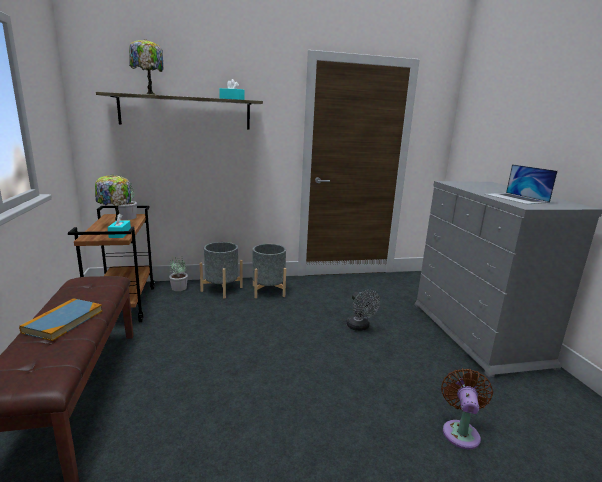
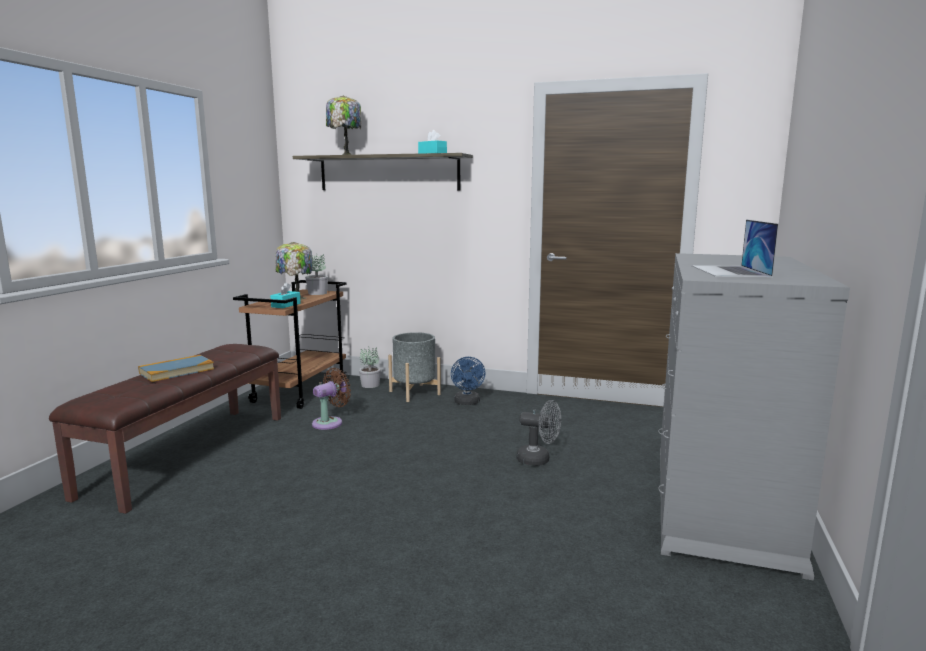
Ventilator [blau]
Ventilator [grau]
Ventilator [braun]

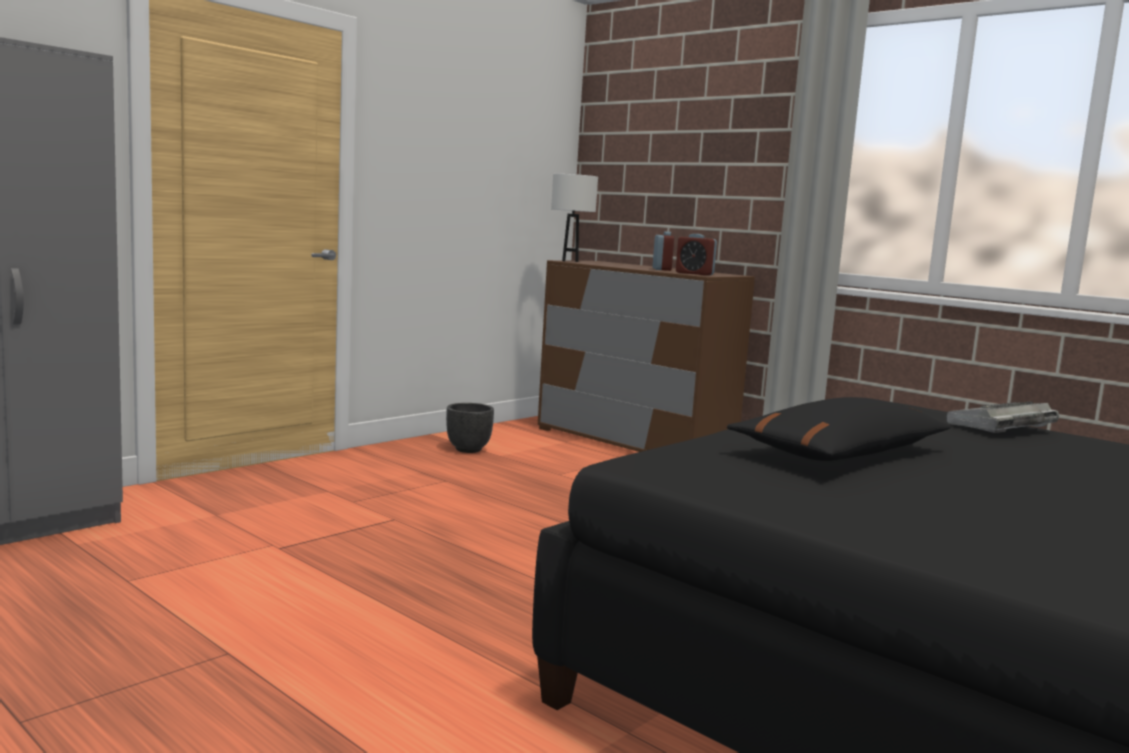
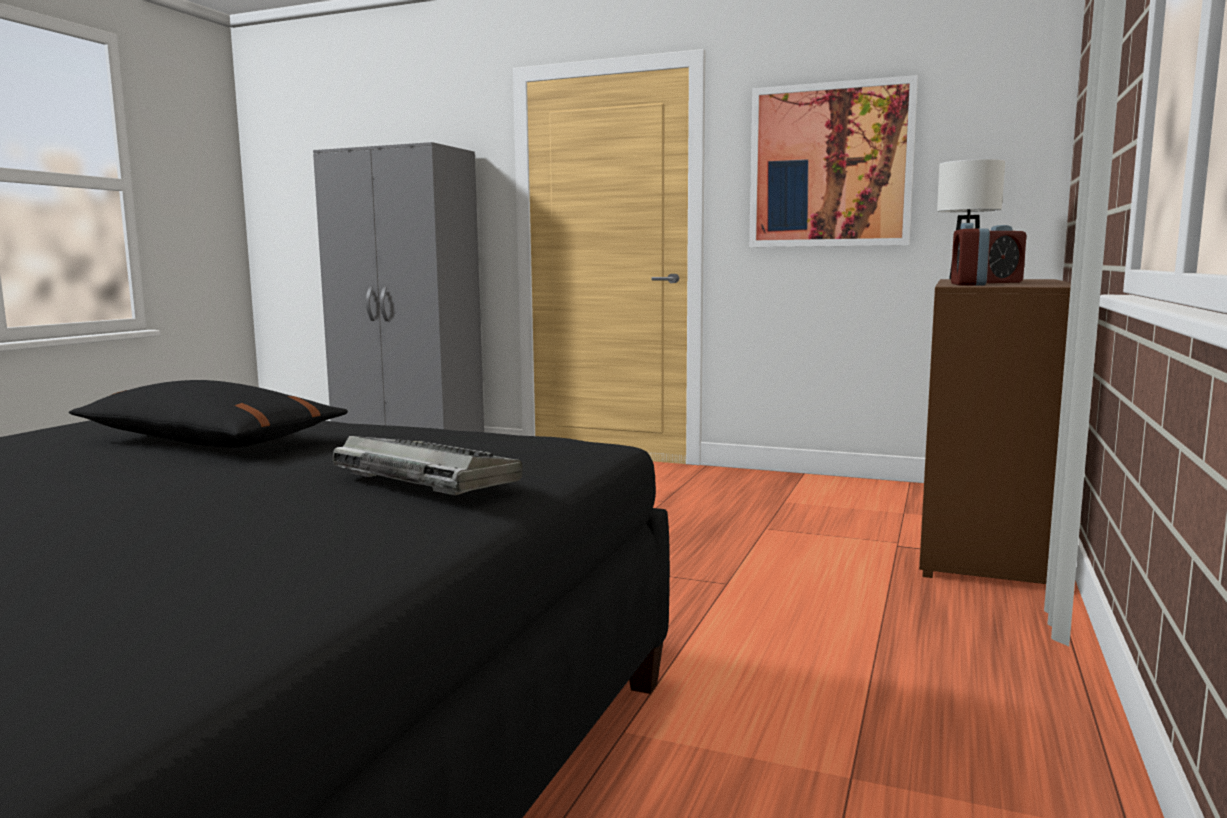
Pflanzkübel [schwarz]
Bild

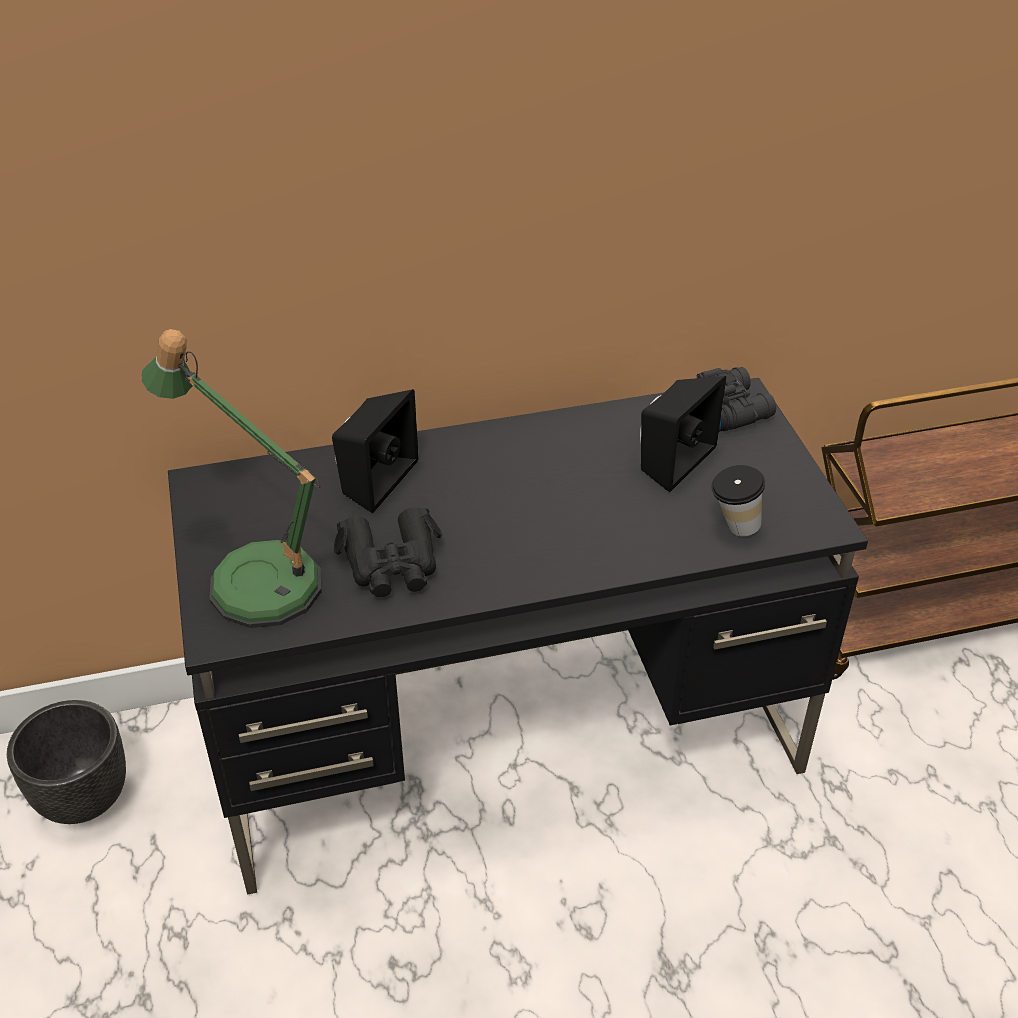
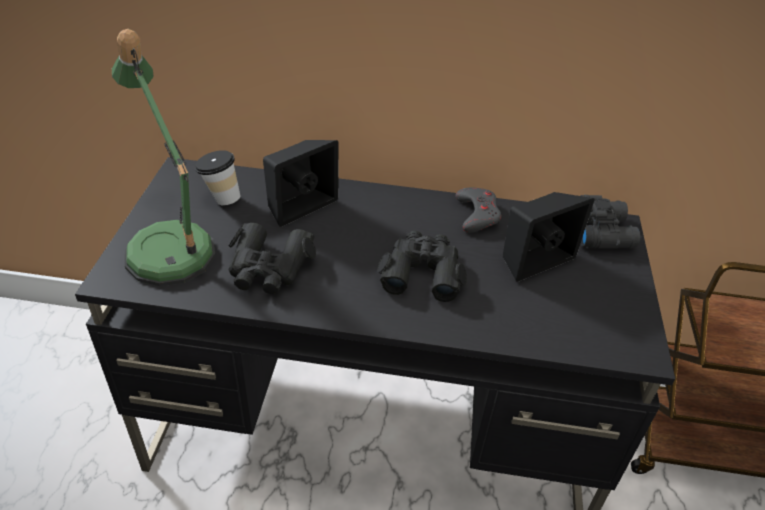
Tasse
Pflanzkübel [schwarz]
Gamepad [grau]
Fernglas [schwarz] (2nd from left)

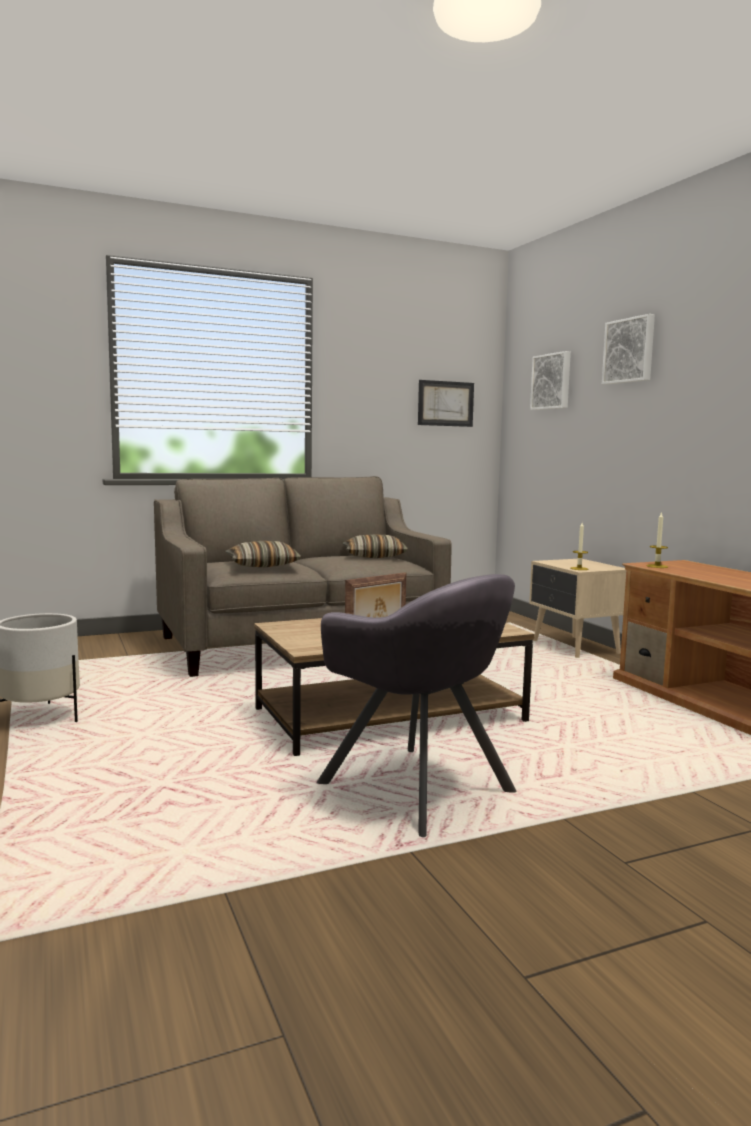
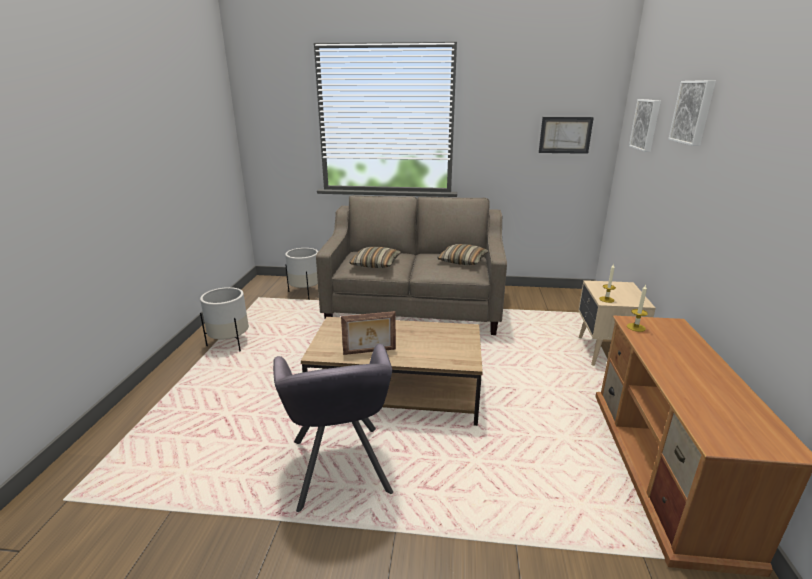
Pflanzkübel [weiß] (2nd from left)

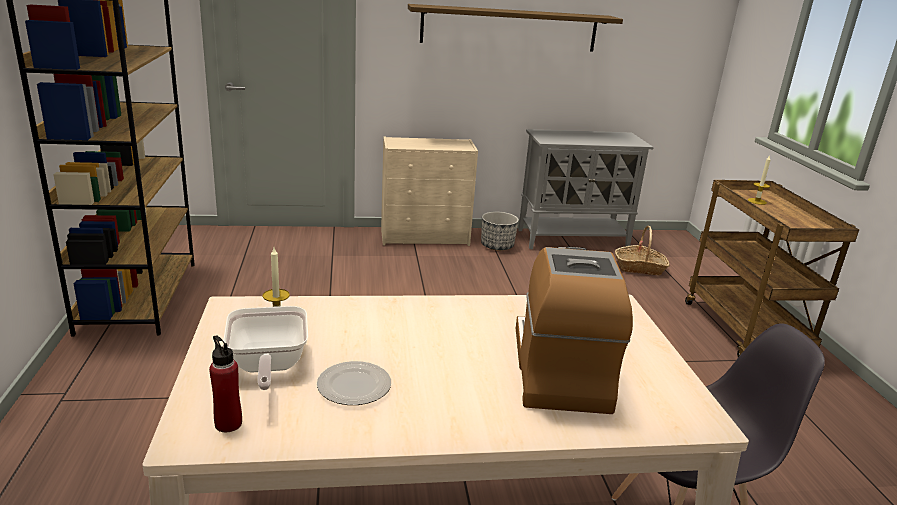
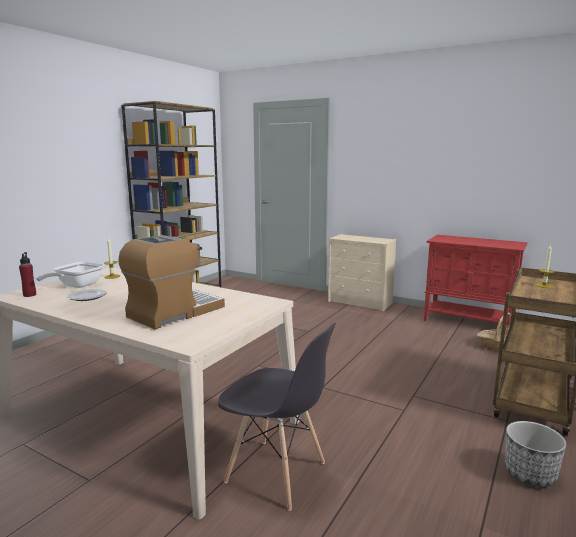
Wandregal
Schrank [rot]
Pflanzkübel

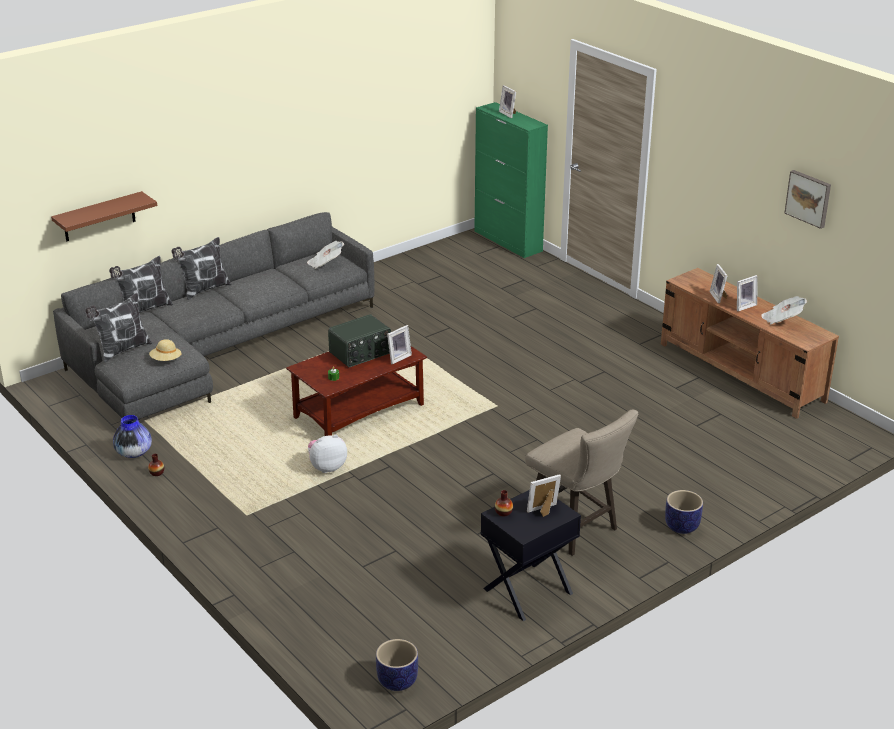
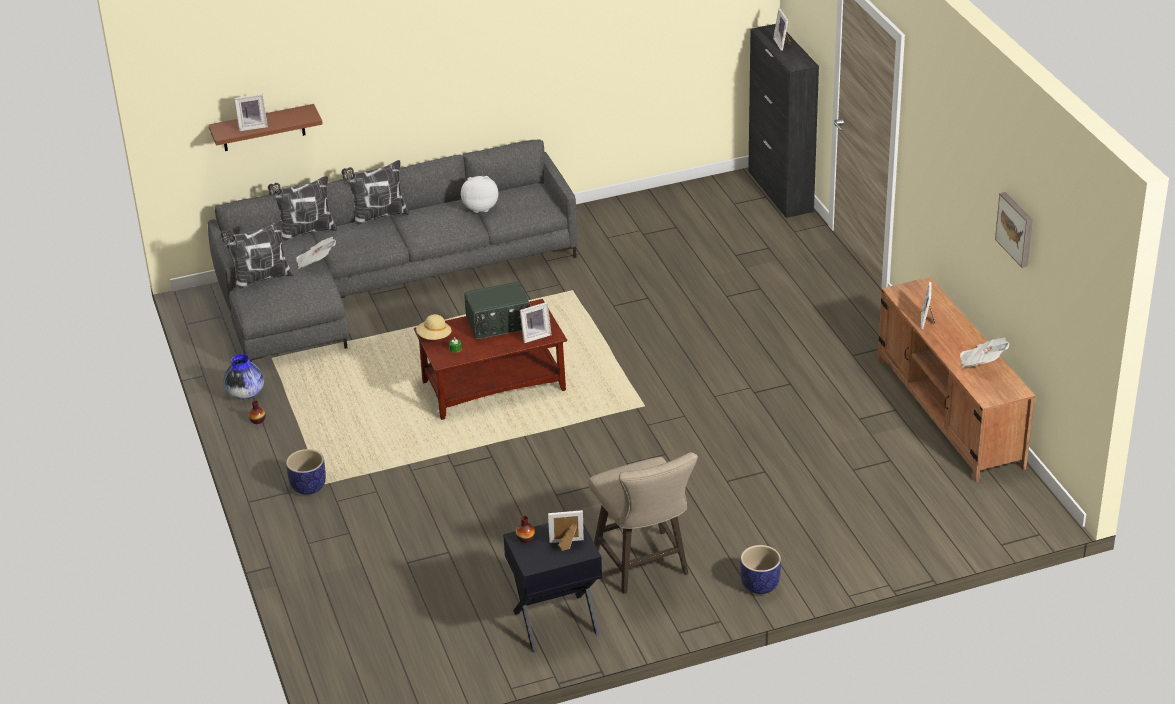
Schrank [schwarz]
Zeitung (1st from left)
Bilderrahmen (1st from left)
Hut [beige]
Plüschtier
Pflanzkübel (1st from left)

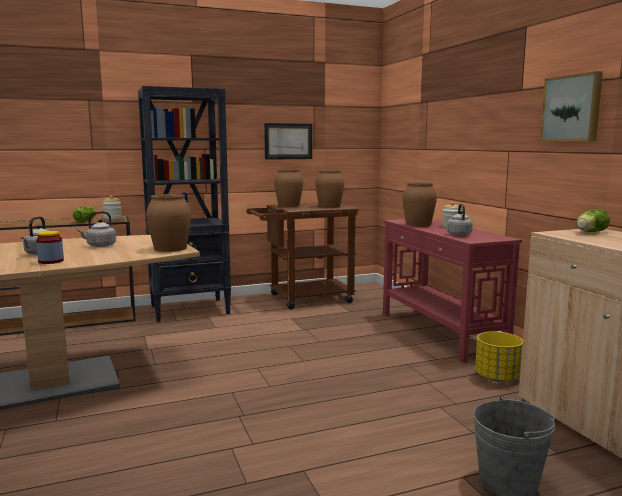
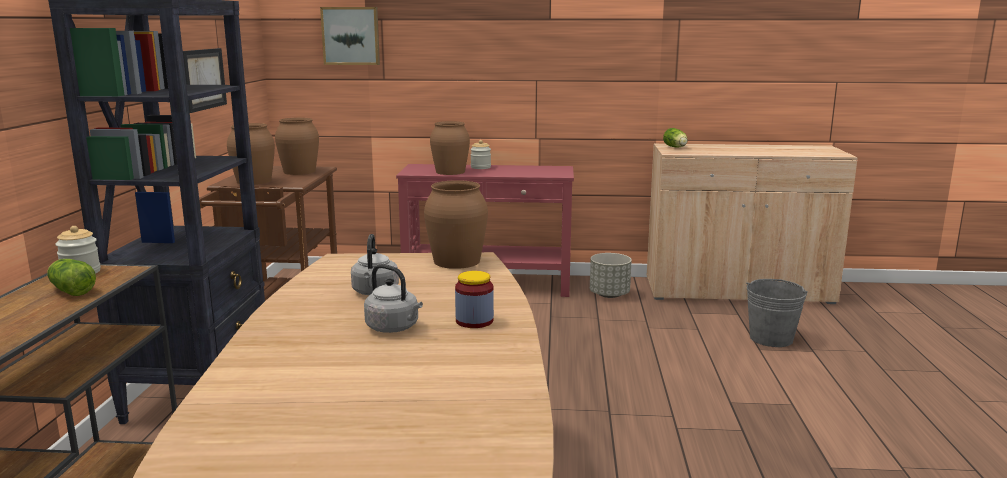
Bild (2nd from left)
Wasserkessel [grau] (3rd from left in the first image)
Pflanzkübel [grau]

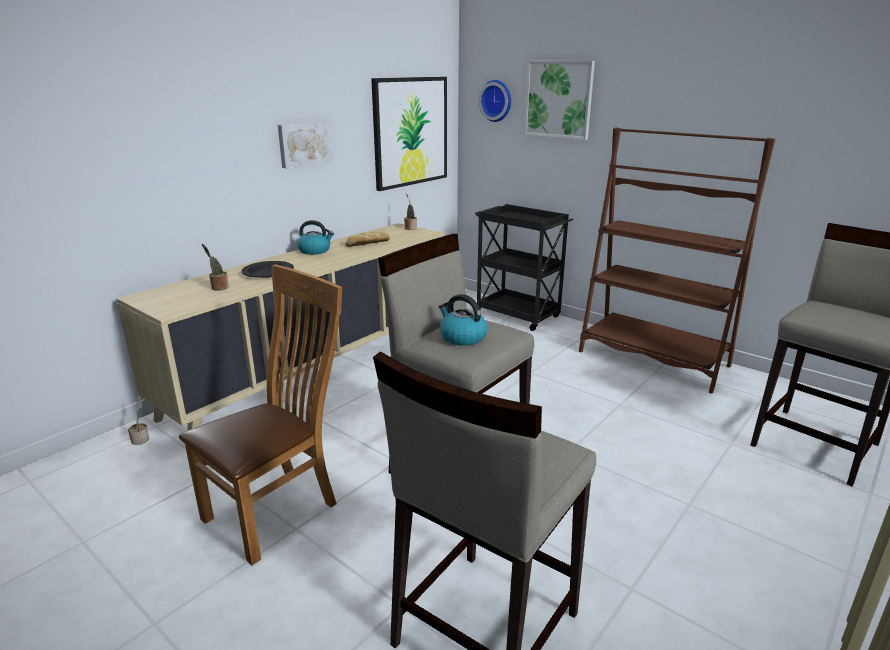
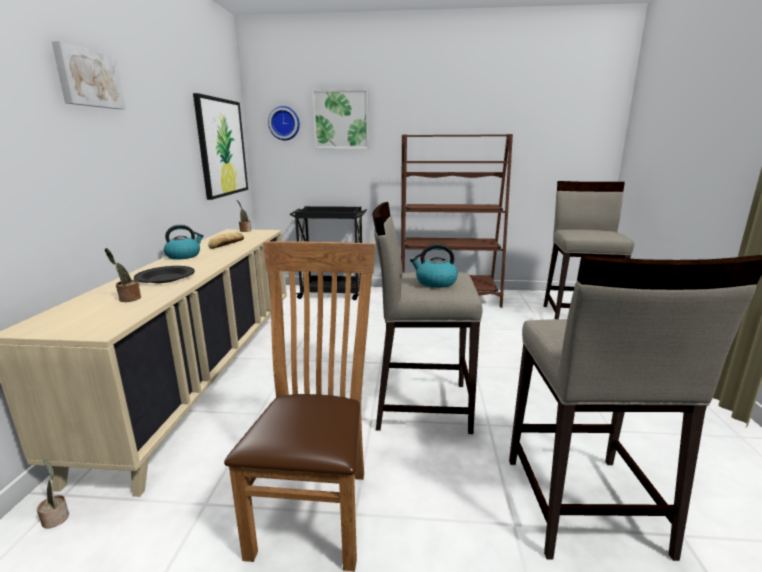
Bild (1st from left)

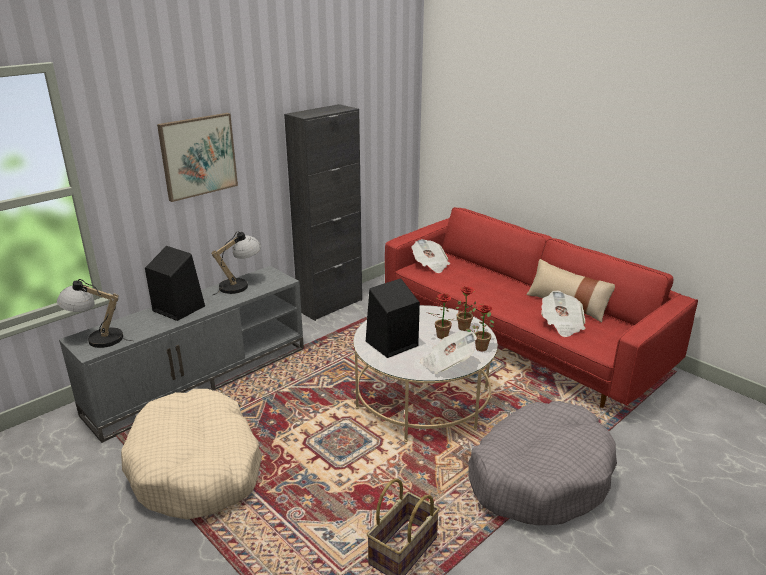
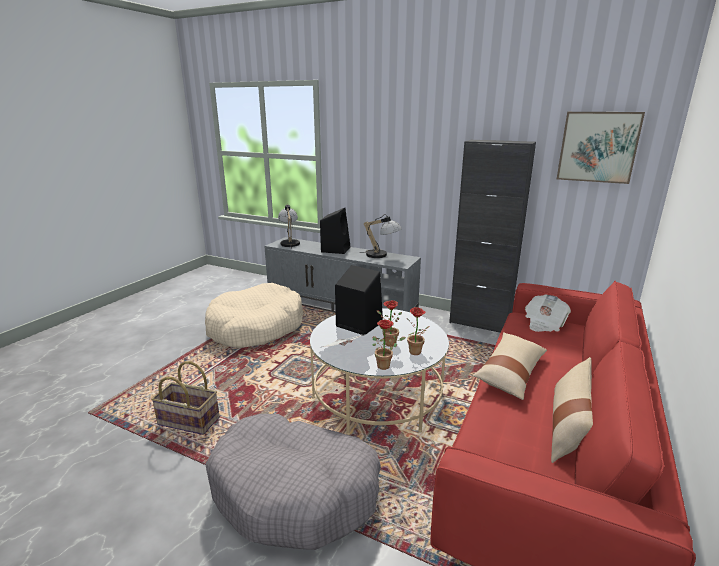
Bild
Zeitung (3rd from left in the first image)
Kissen [beige] (1st from left)

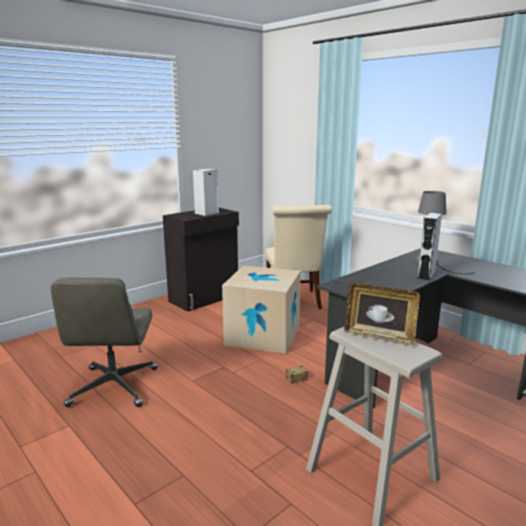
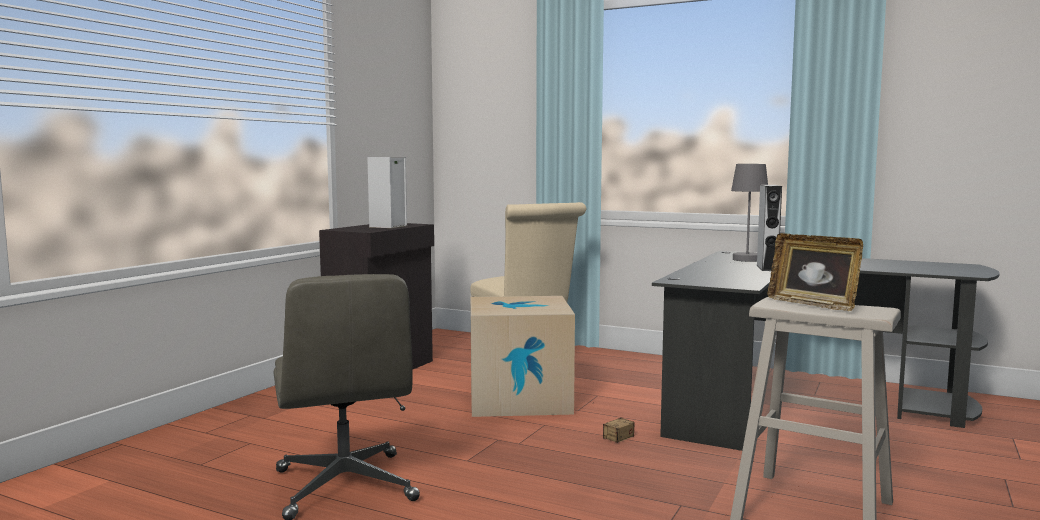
Bilderrahmen

